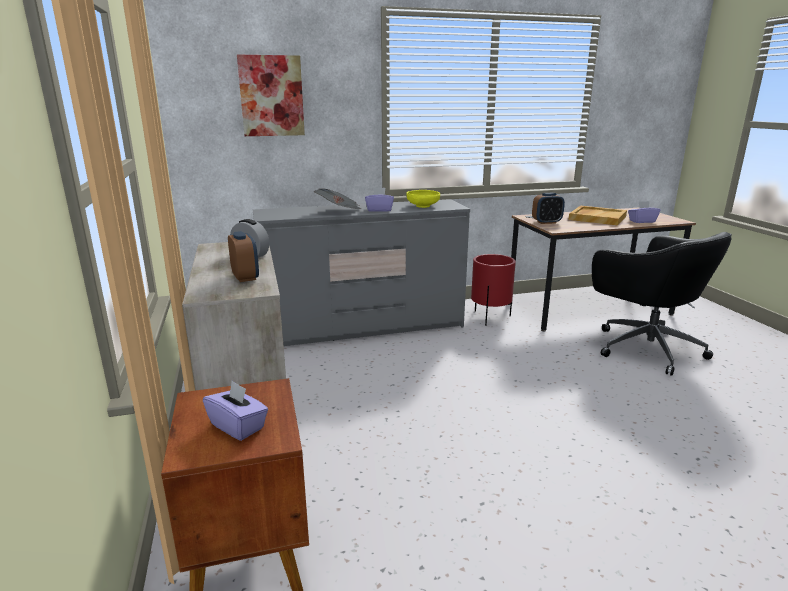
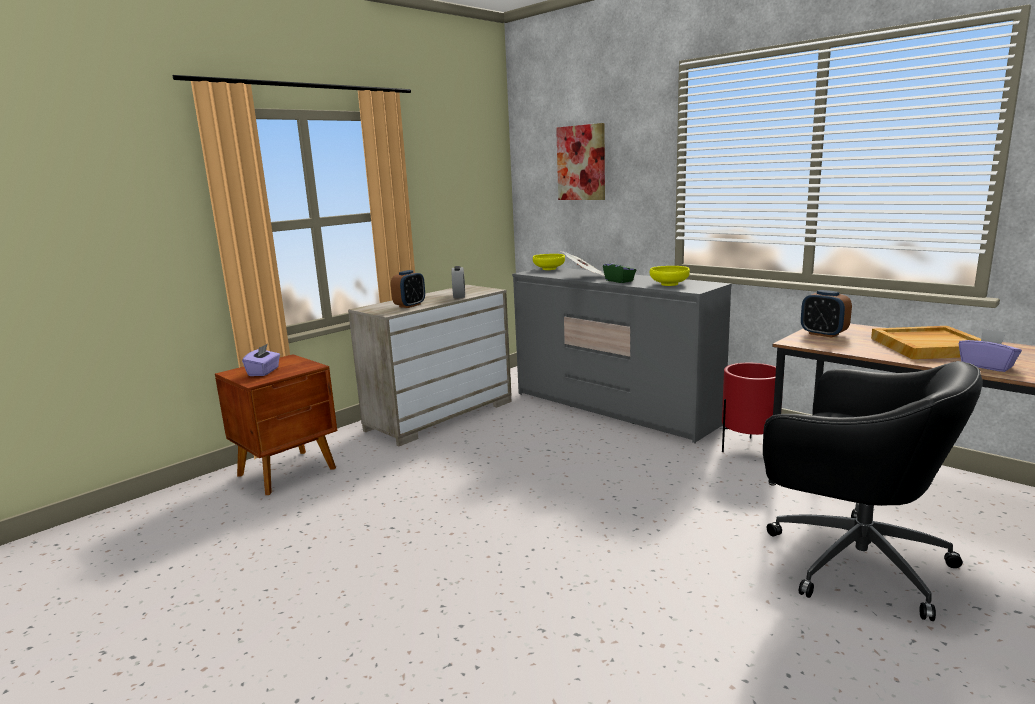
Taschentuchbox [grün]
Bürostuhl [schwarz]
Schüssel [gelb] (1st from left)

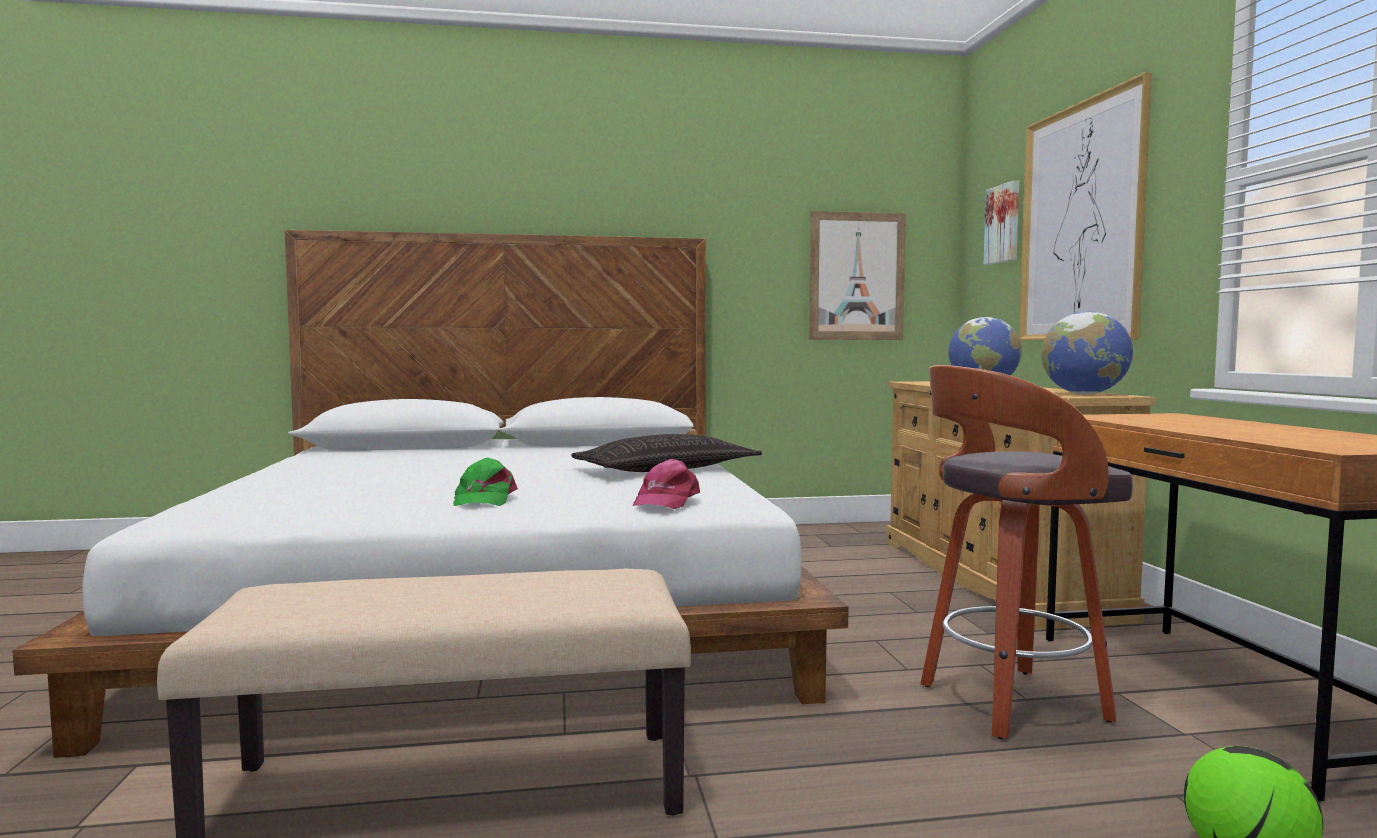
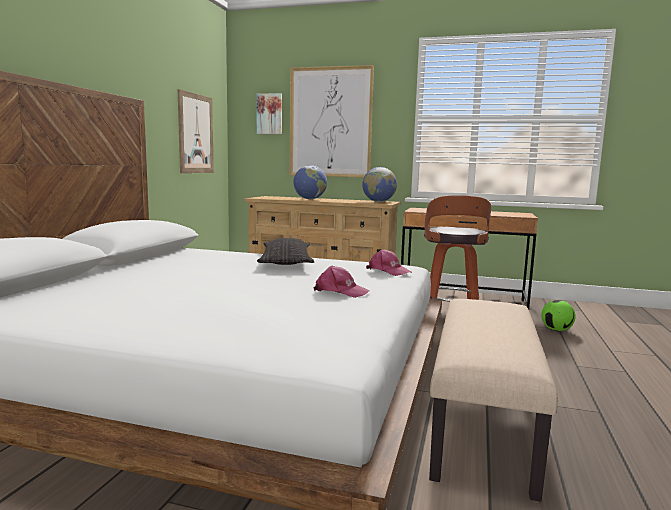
Kappe [rosa] (1st from left)

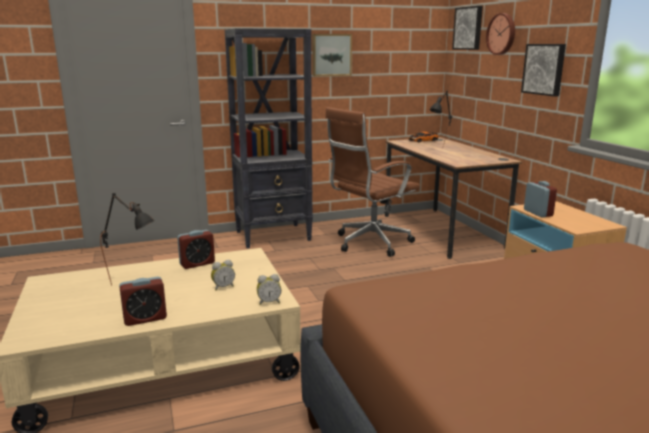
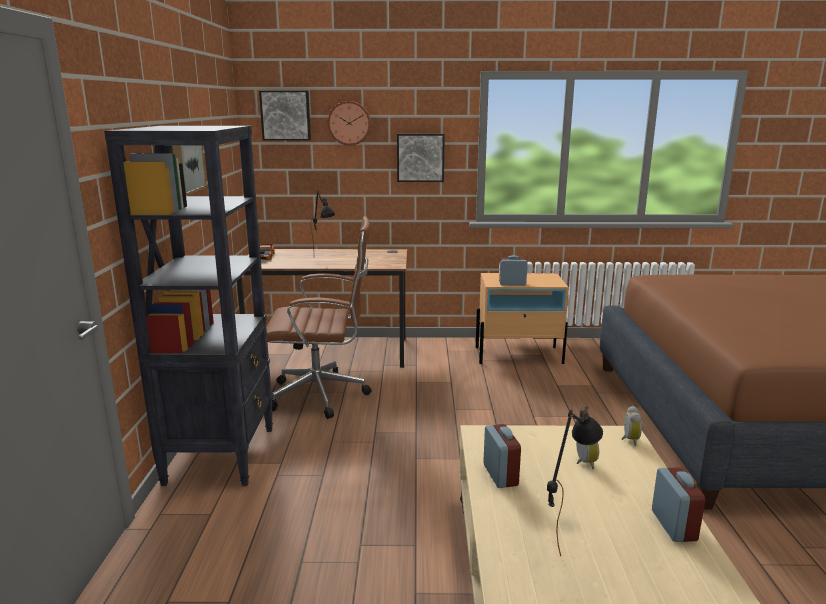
Bürostuhl [braun]

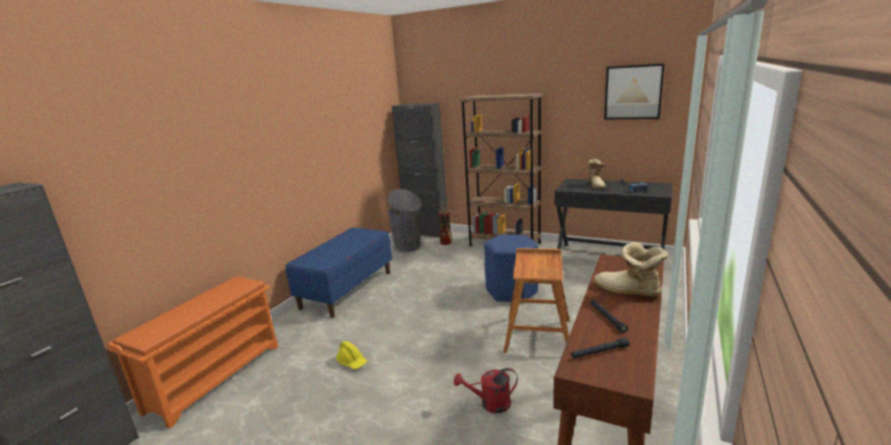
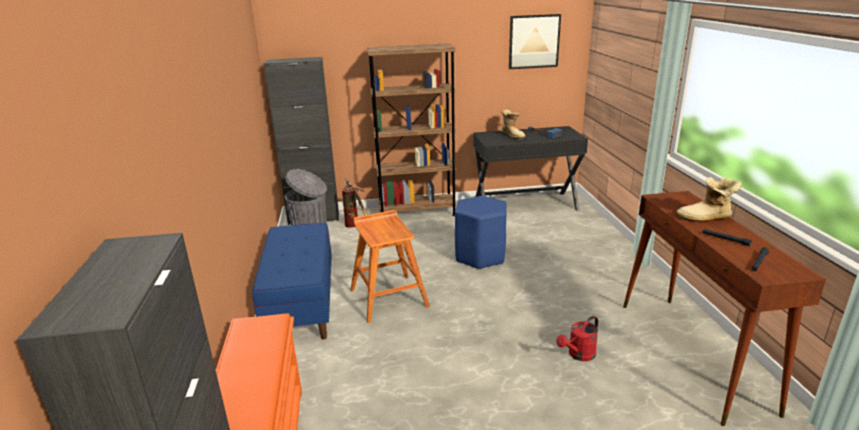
Hocker [braun]
Schutzhelm [gelb]

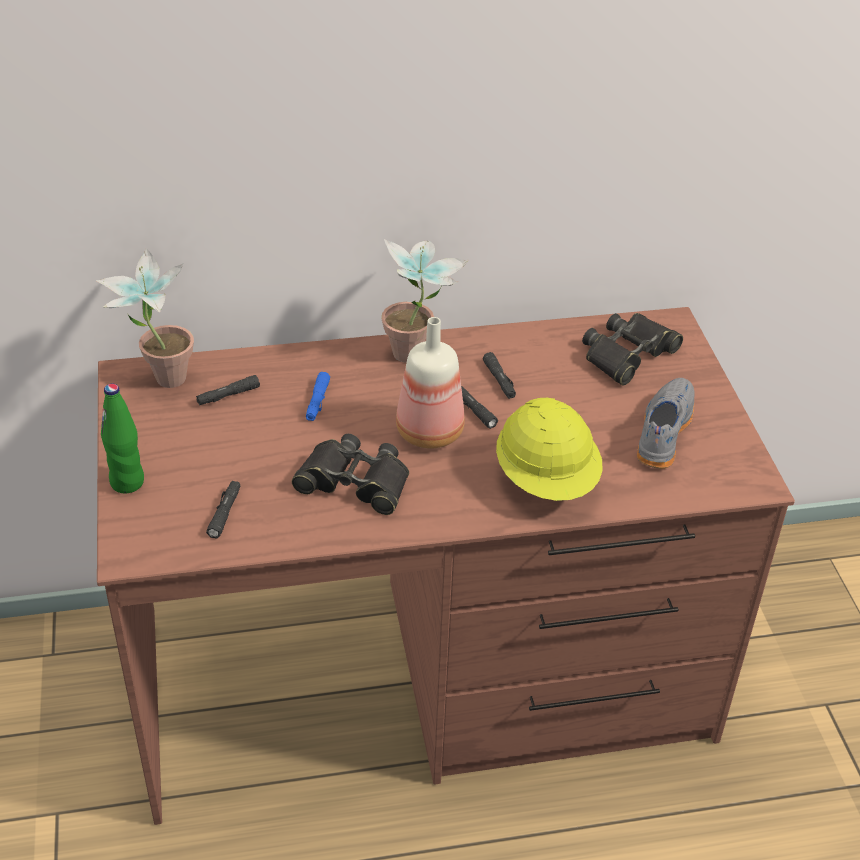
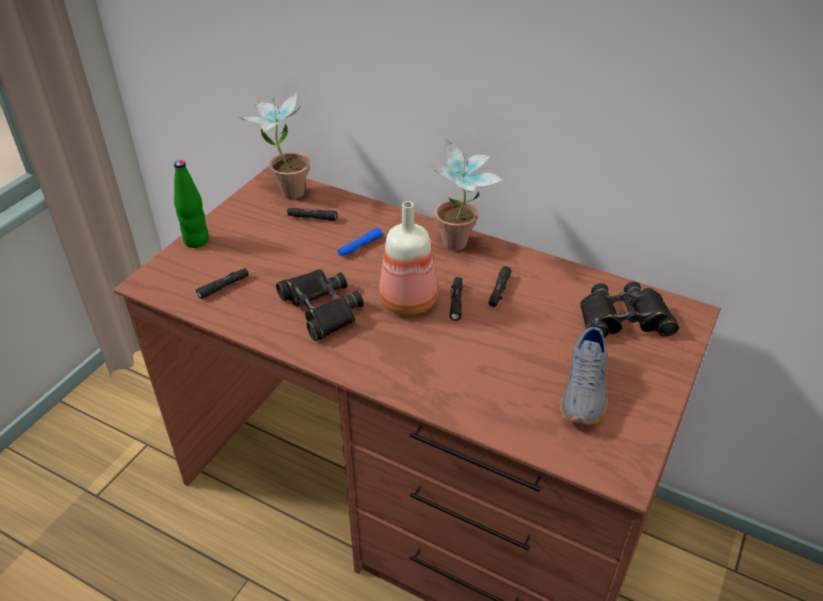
Schuh [grau]
Schutzhelm [gelb]

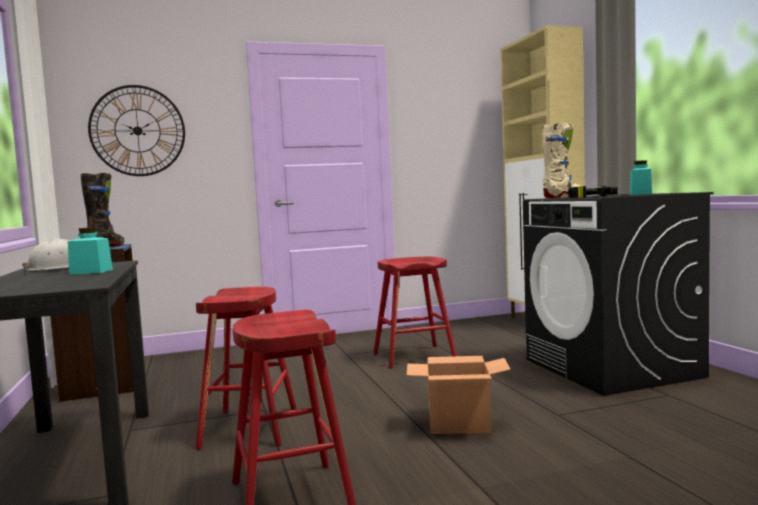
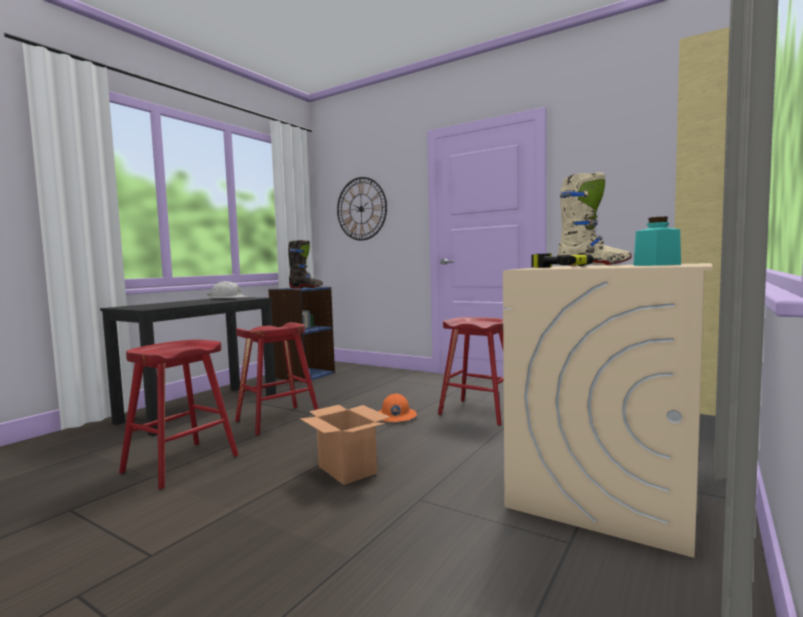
Waschmaschine [beige]
Vorratsglas [türkis] (1st from left in the first image)
Schutzhelm [orange]

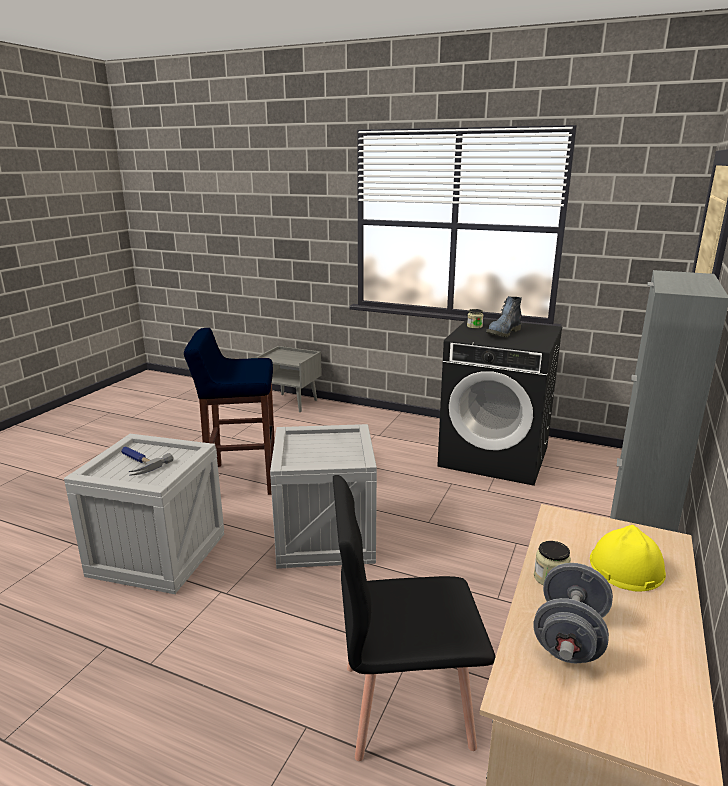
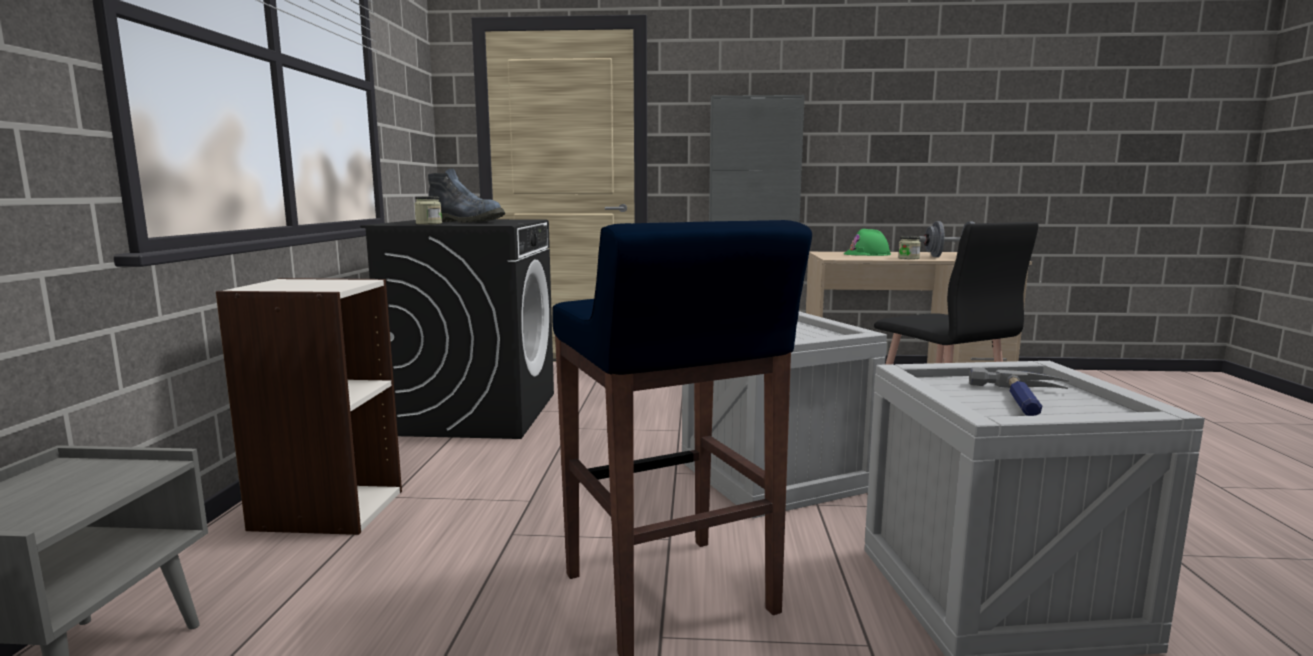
Schutzhelm [grün]
Bücherregal

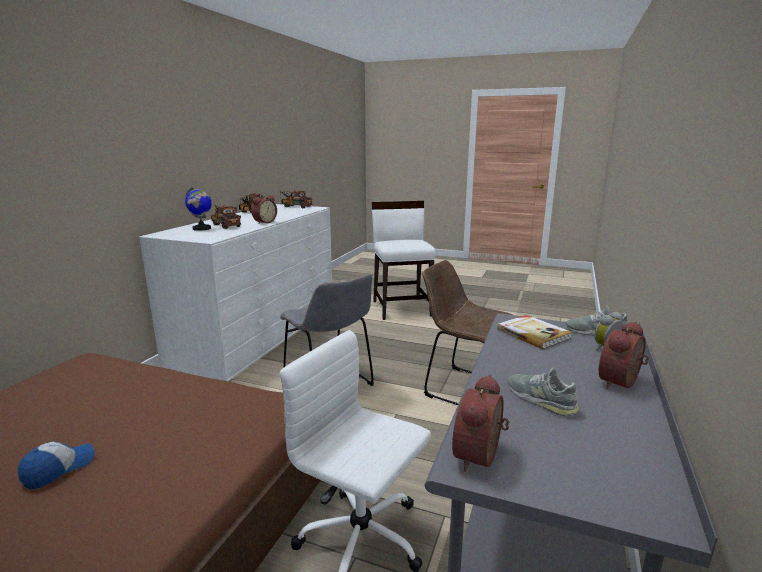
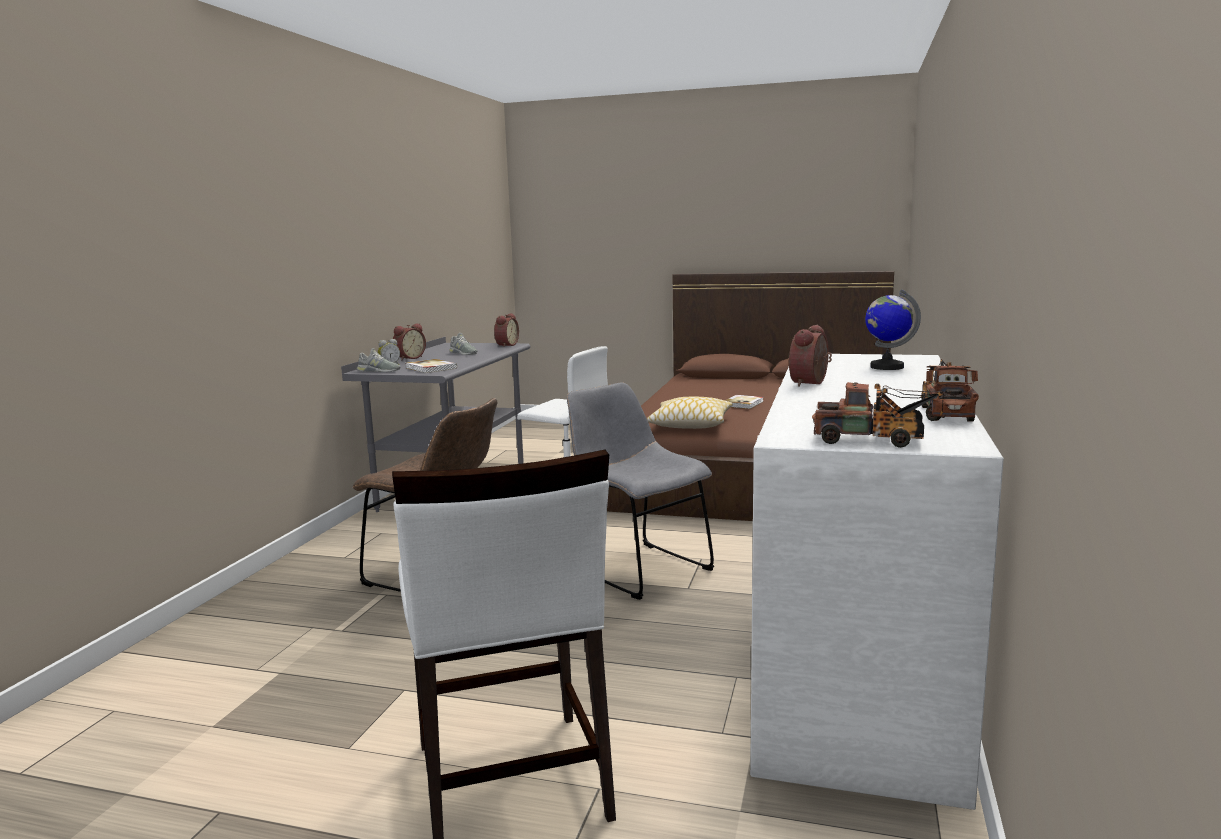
Spielzeuglaster (1st from left in the first image)
Buch (2nd from left)
Kissen

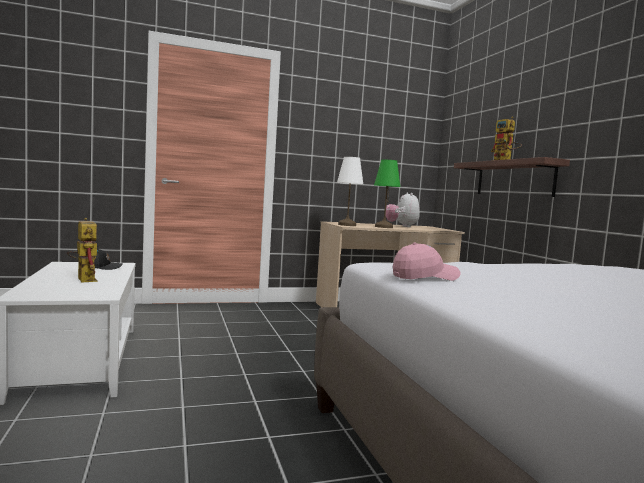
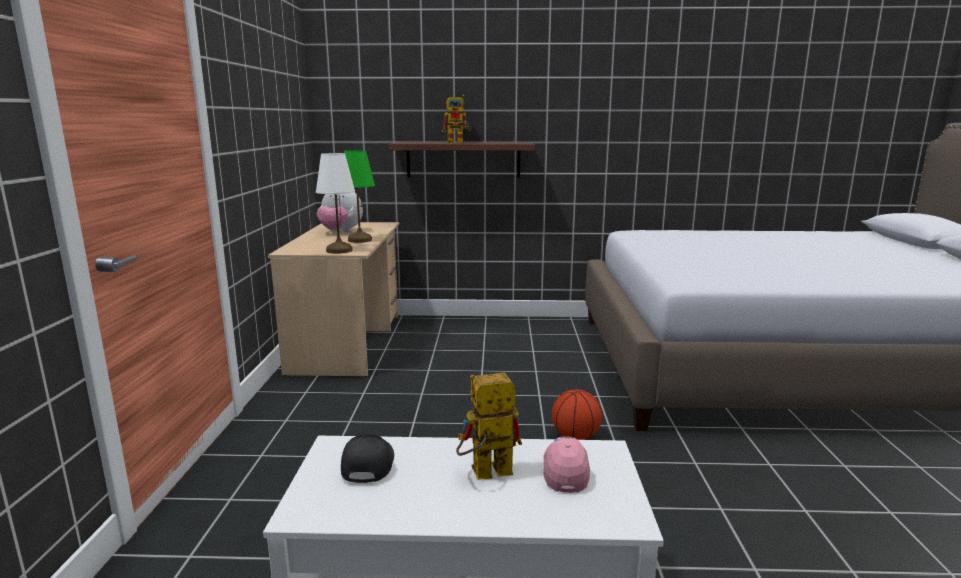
Kappe [rosa]
Basketball

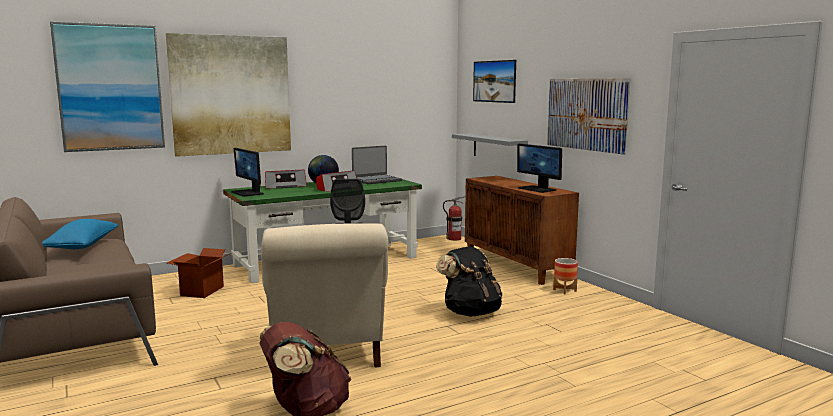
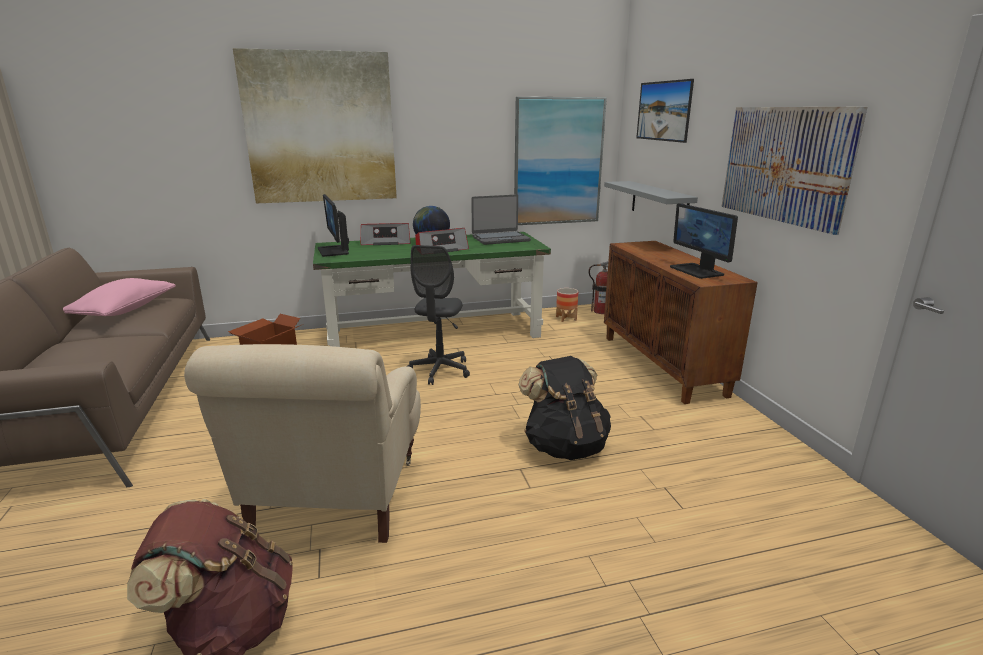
Bild (2nd from left)
Kissen [rosa]
Pflanzkübel

